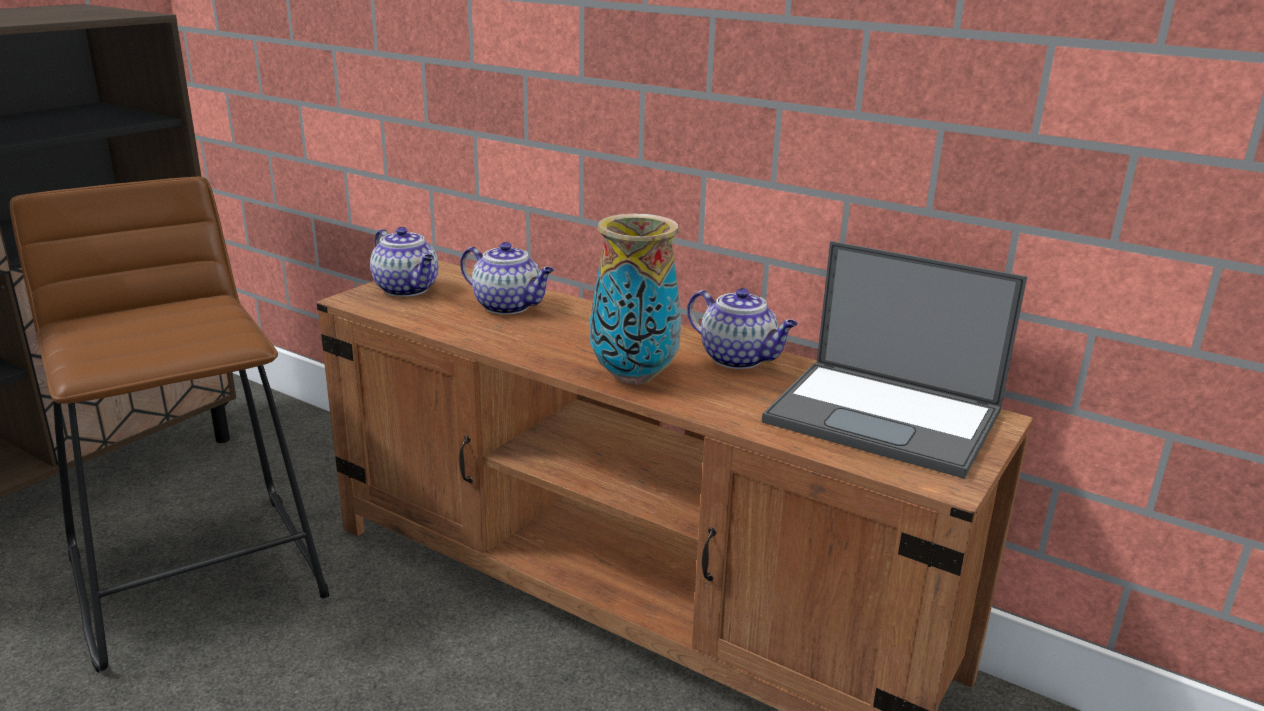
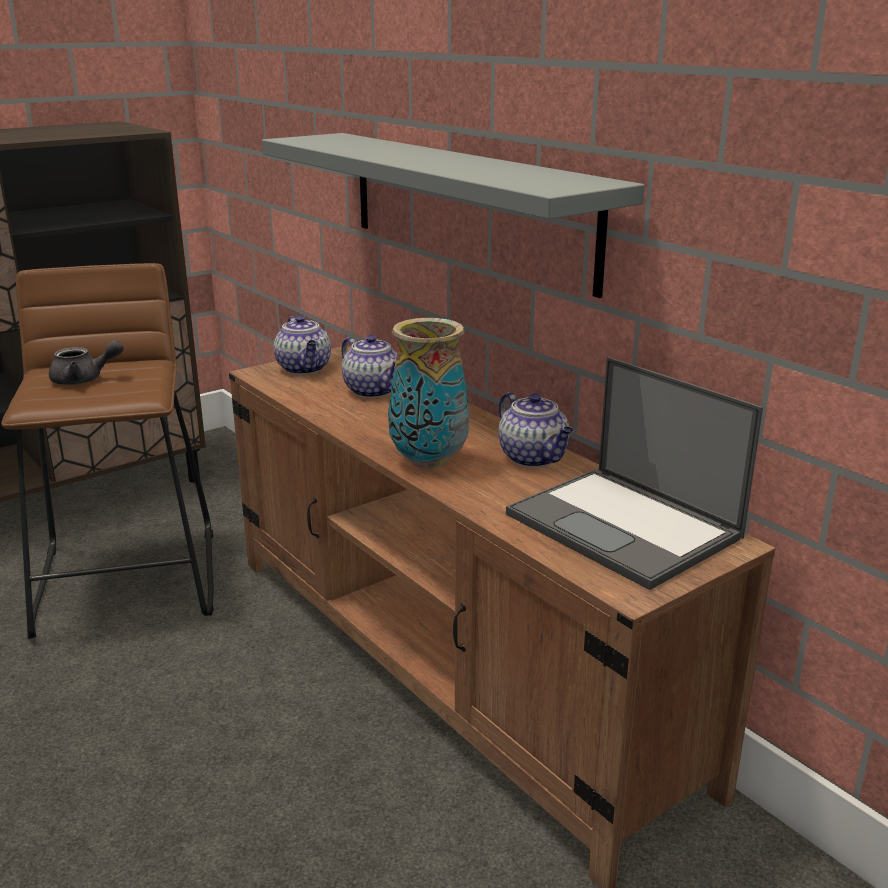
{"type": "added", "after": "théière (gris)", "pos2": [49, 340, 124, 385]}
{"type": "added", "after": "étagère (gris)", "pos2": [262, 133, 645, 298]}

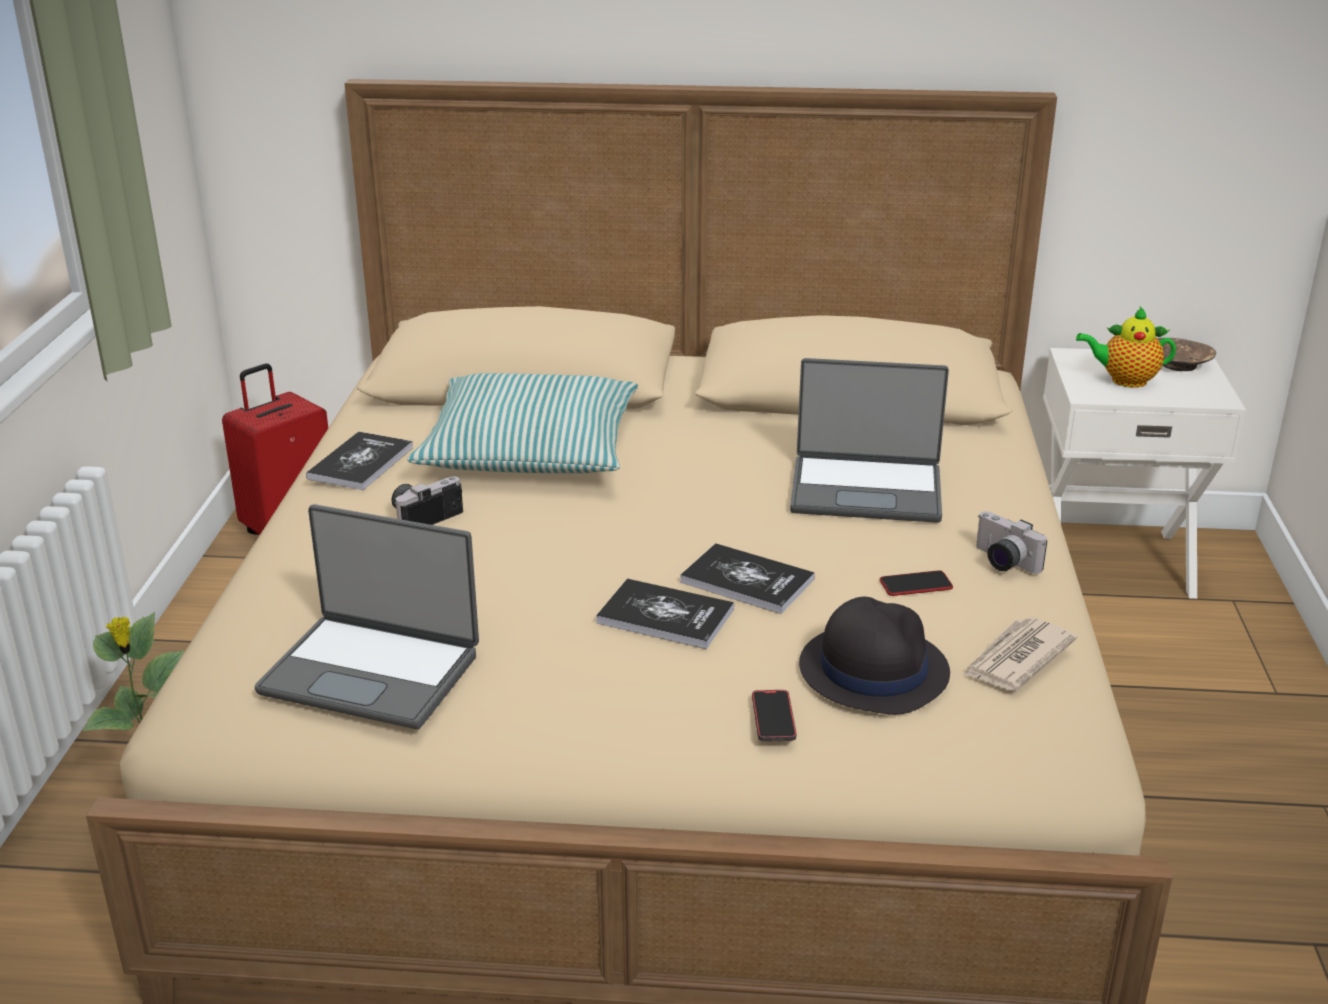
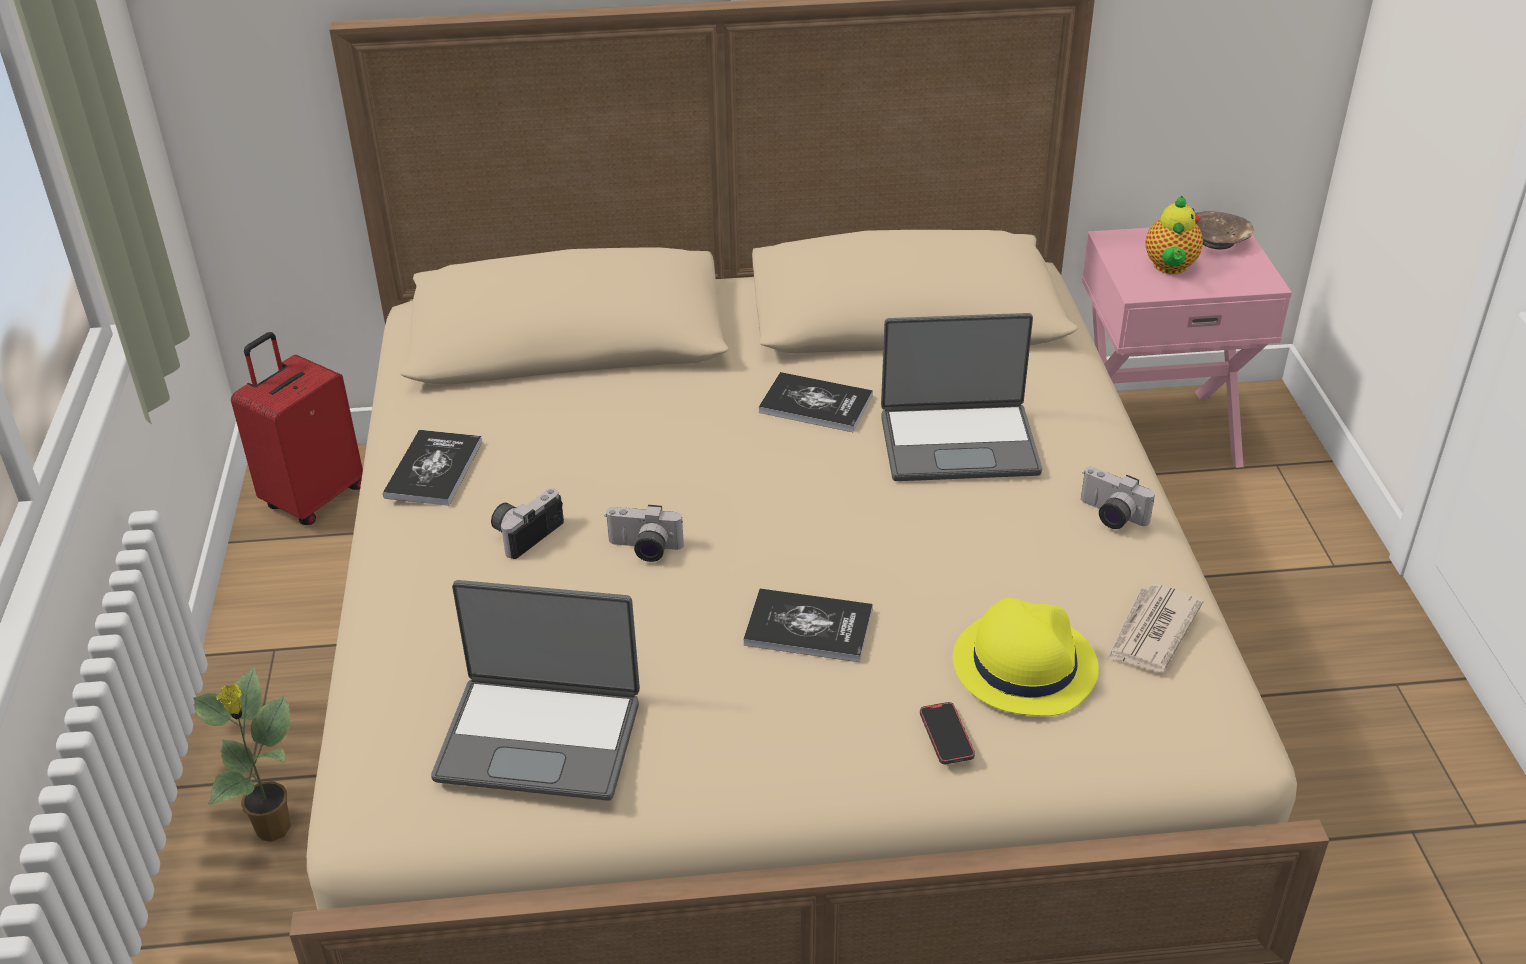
{"type": "added", "after": "appareil photo", "pos2": [605, 505, 684, 562]}
{"type": "moved", "before": "livre", "pos1": [680, 543, 815, 614], "pos2": [759, 372, 873, 432]}
{"type": "recoloured", "before": "chapeau (noir)", "after": "chapeau (jaune)", "pos1": [799, 597, 950, 715], "pos2": [953, 598, 1099, 716]}
{"type": "recoloured", "before": "table de chevet (blanc)", "after": "table de chevet (rose)", "pos1": [1043, 348, 1246, 599], "pos2": [1081, 228, 1292, 468]}
{"type": "turned", "before": "théière", "pos1": [1076, 307, 1176, 388], "pos2": [1145, 196, 1203, 274], "turn": -75}
{"type": "removed", "before": "coussin", "pos1": [407, 373, 638, 473]}
{"type": "removed", "before": "téléphone", "pos1": [880, 570, 953, 596]}

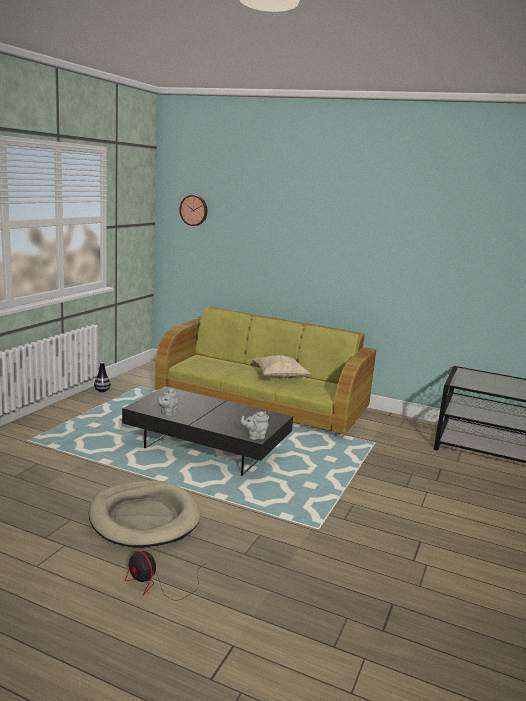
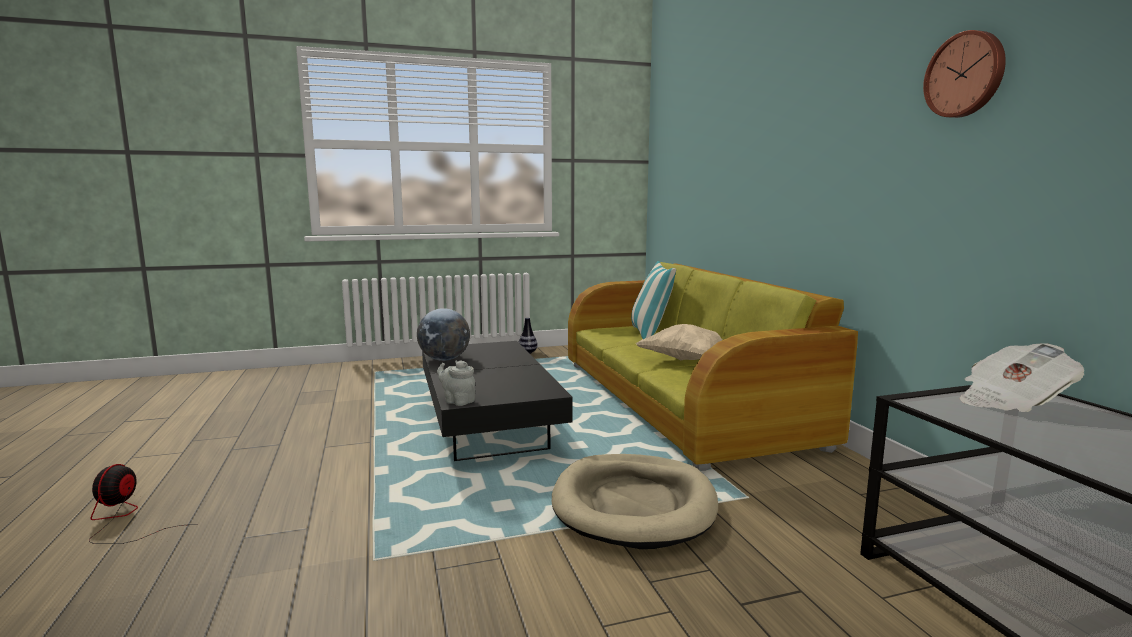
{"type": "replaced", "before": "théière (gris)", "after": "globe", "pos1": [158, 388, 178, 416], "pos2": [417, 308, 470, 361]}
{"type": "moved", "before": "panier pour chien (beige)", "pos1": [89, 481, 201, 548], "pos2": [552, 454, 718, 549]}
{"type": "added", "after": "coussin", "pos2": [631, 261, 676, 339]}
{"type": "moved", "before": "horloge murale", "pos1": [179, 195, 207, 226], "pos2": [923, 30, 1006, 118]}
{"type": "added", "after": "journal", "pos2": [960, 343, 1084, 412]}

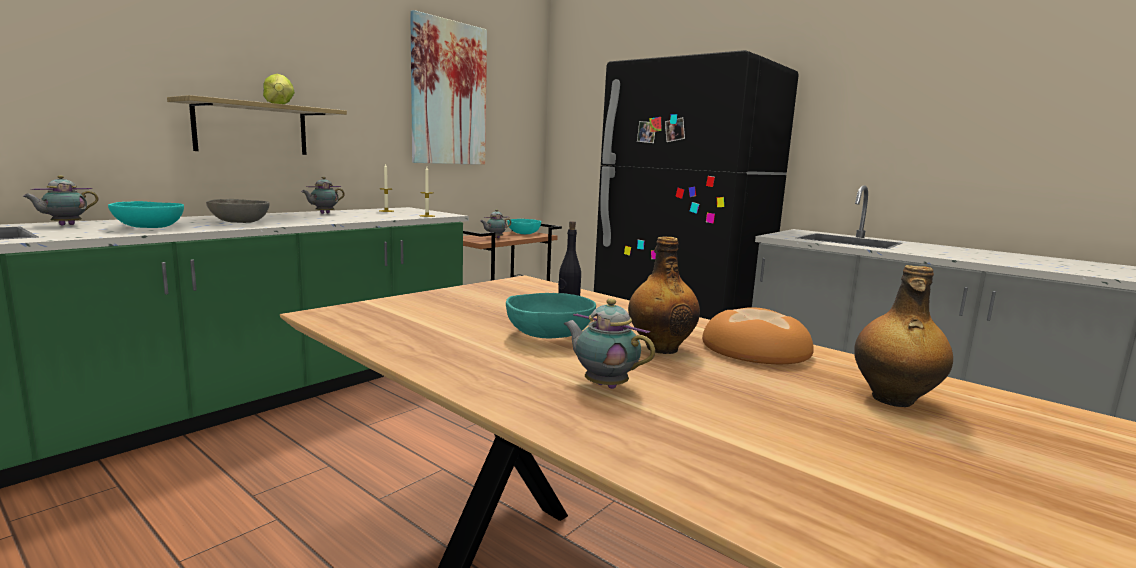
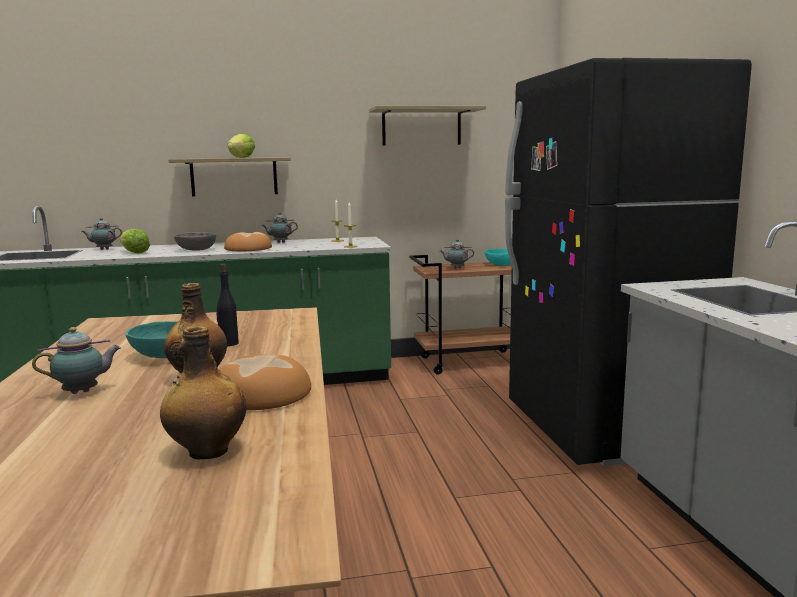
{"type": "turned", "before": "théière", "pos1": [563, 298, 655, 389], "pos2": [32, 327, 121, 394], "turn": 75}
{"type": "replaced", "before": "bol (turquoise)", "after": "laitue", "pos1": [108, 201, 184, 228], "pos2": [120, 229, 150, 254]}
{"type": "added", "after": "pain", "pos2": [224, 232, 272, 251]}
{"type": "replaced", "before": "tableau", "after": "étagère", "pos1": [410, 10, 487, 165], "pos2": [369, 106, 486, 146]}

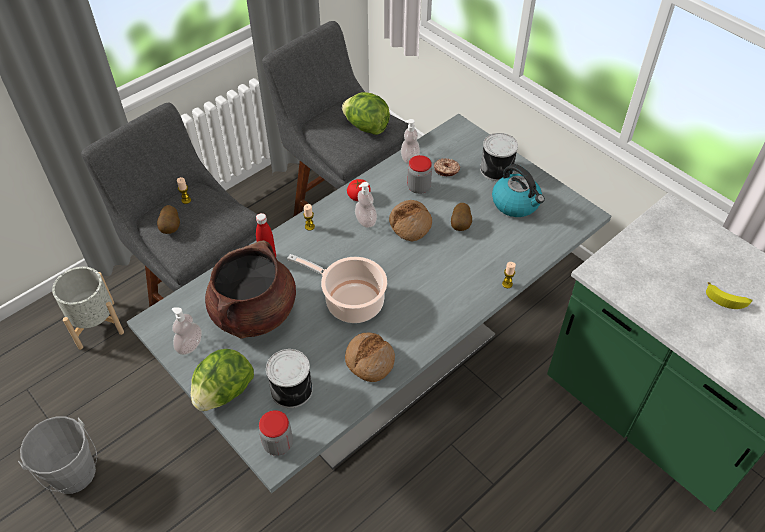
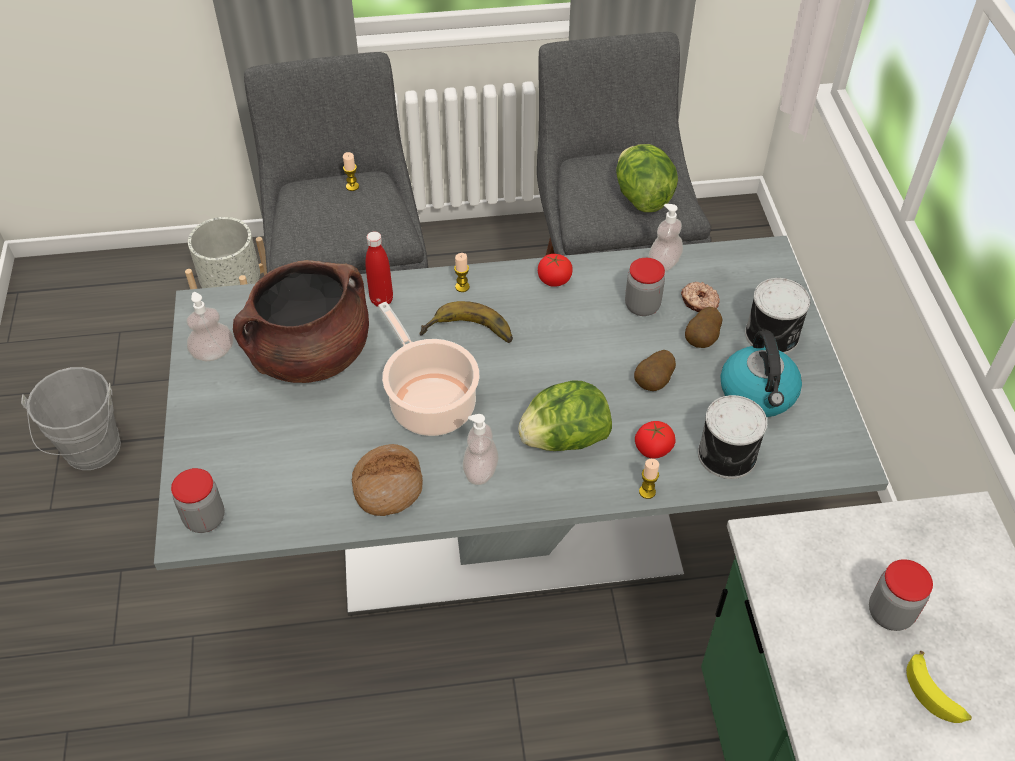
{"type": "added", "after": "banane", "pos2": [419, 301, 513, 343]}
{"type": "moved", "before": "distributeur de savon", "pos1": [355, 182, 377, 228], "pos2": [463, 414, 498, 485]}
{"type": "moved", "before": "laitue", "pos1": [191, 349, 254, 411], "pos2": [518, 380, 612, 451]}
{"type": "added", "after": "tomate", "pos2": [635, 421, 675, 459]}
{"type": "moved", "before": "pomme de terre", "pos1": [157, 205, 180, 234], "pos2": [685, 307, 722, 348]}
{"type": "moved", "before": "boîte métallique", "pos1": [266, 349, 313, 408], "pos2": [698, 395, 767, 479]}
{"type": "added", "after": "bocal", "pos2": [869, 559, 933, 631]}
{"type": "removed", "before": "pain", "pos1": [389, 200, 432, 241]}

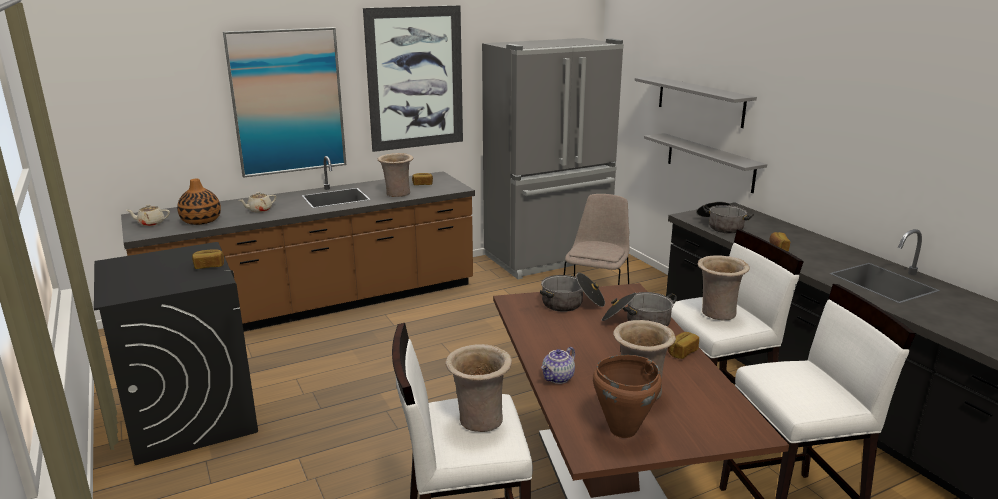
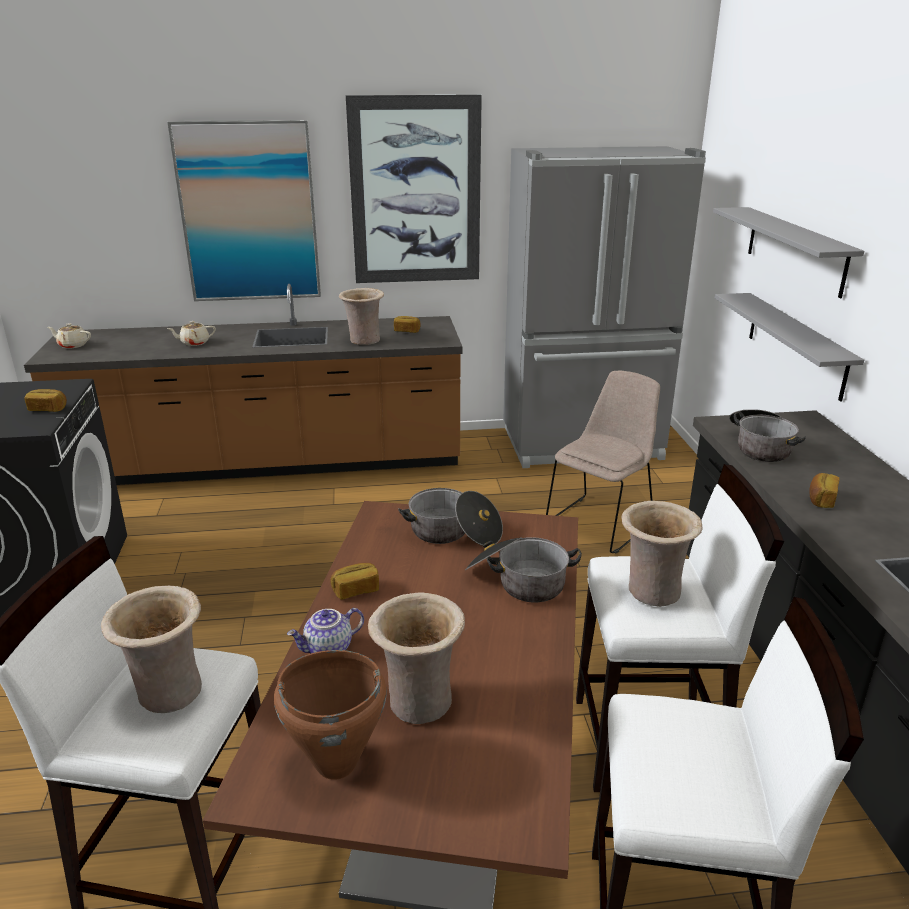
{"type": "moved", "before": "pain", "pos1": [668, 332, 699, 359], "pos2": [330, 563, 379, 600]}
{"type": "removed", "before": "vase", "pos1": [177, 179, 221, 225]}

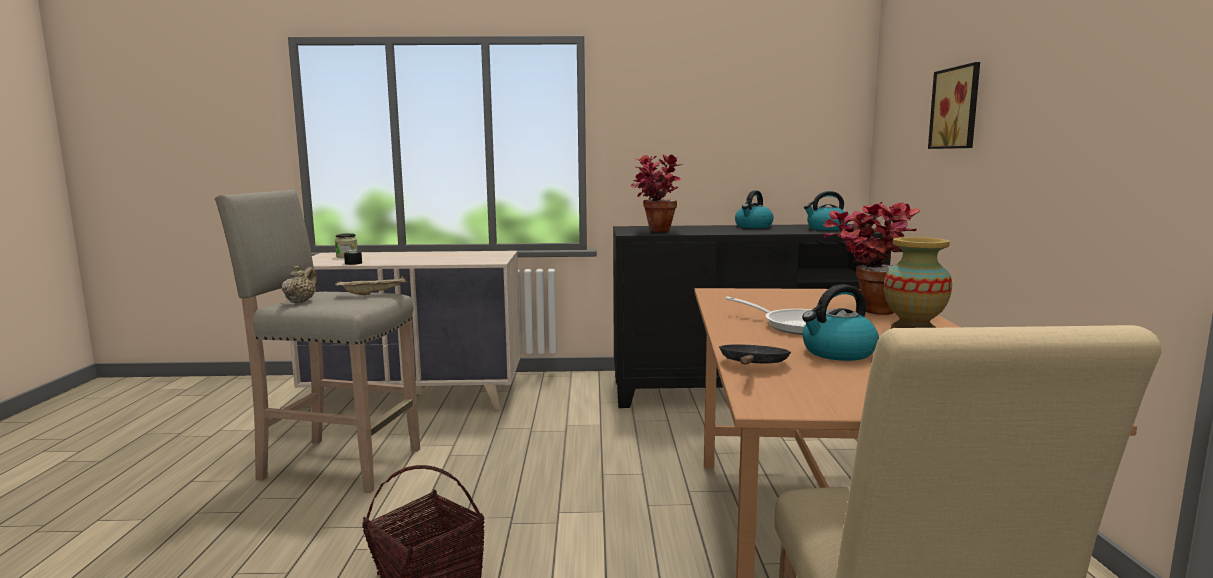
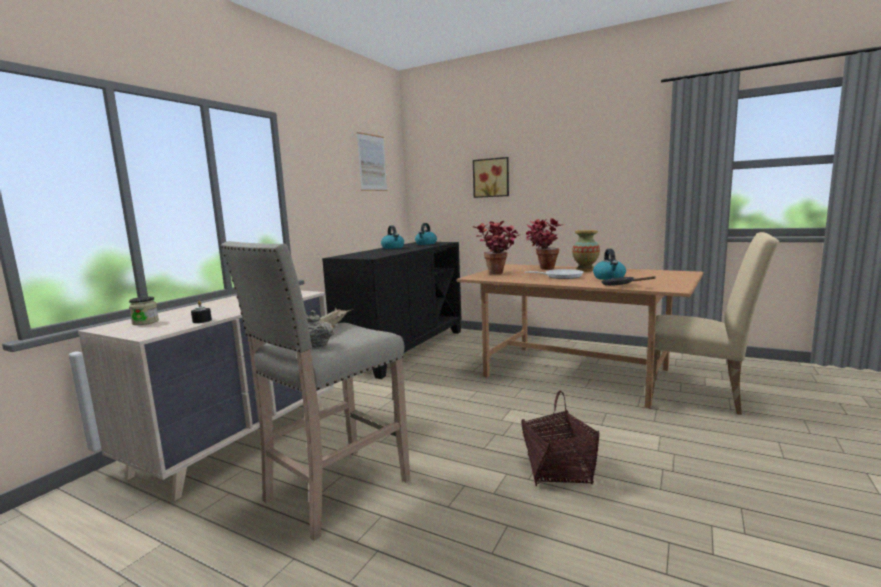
{"type": "added", "after": "tableau", "pos2": [357, 132, 387, 191]}
{"type": "moved", "before": "plante en pot", "pos1": [631, 154, 683, 232], "pos2": [473, 221, 519, 274]}

